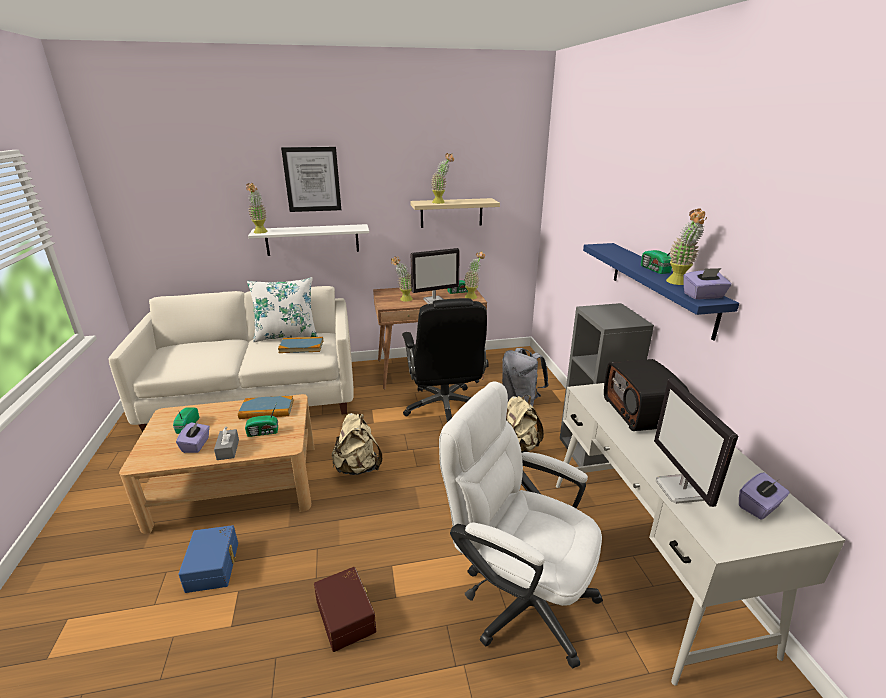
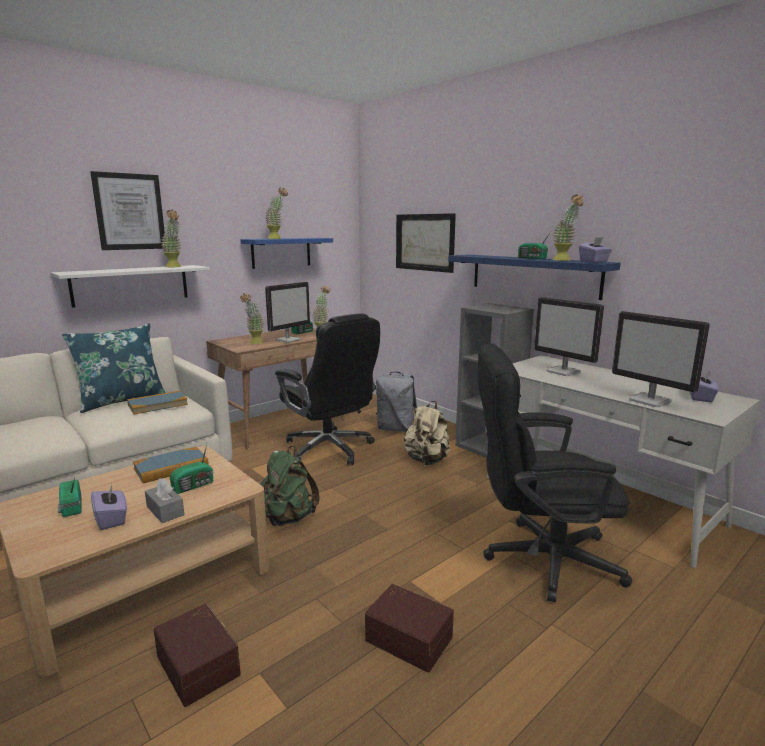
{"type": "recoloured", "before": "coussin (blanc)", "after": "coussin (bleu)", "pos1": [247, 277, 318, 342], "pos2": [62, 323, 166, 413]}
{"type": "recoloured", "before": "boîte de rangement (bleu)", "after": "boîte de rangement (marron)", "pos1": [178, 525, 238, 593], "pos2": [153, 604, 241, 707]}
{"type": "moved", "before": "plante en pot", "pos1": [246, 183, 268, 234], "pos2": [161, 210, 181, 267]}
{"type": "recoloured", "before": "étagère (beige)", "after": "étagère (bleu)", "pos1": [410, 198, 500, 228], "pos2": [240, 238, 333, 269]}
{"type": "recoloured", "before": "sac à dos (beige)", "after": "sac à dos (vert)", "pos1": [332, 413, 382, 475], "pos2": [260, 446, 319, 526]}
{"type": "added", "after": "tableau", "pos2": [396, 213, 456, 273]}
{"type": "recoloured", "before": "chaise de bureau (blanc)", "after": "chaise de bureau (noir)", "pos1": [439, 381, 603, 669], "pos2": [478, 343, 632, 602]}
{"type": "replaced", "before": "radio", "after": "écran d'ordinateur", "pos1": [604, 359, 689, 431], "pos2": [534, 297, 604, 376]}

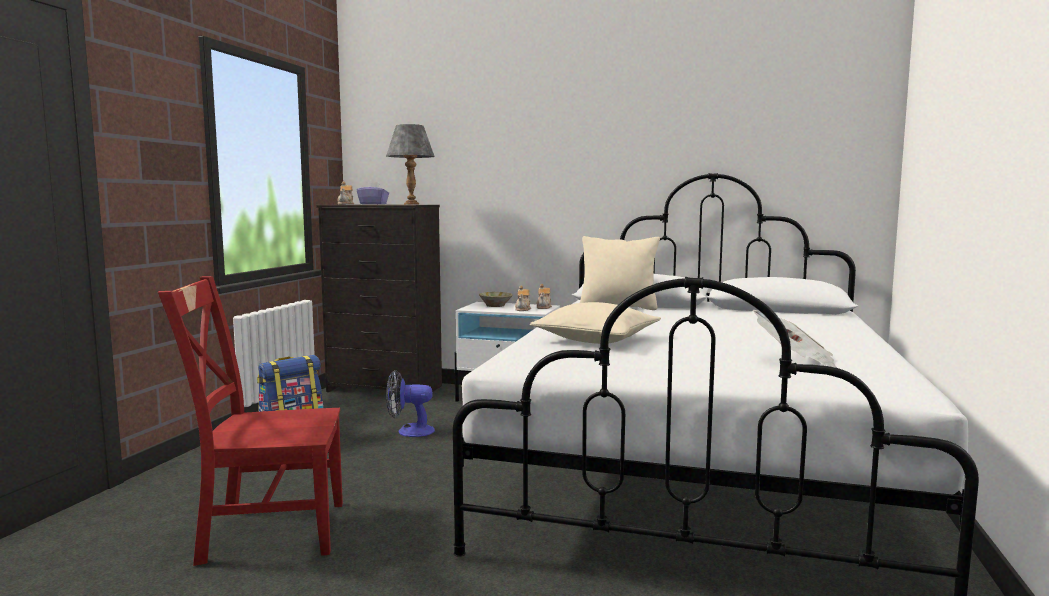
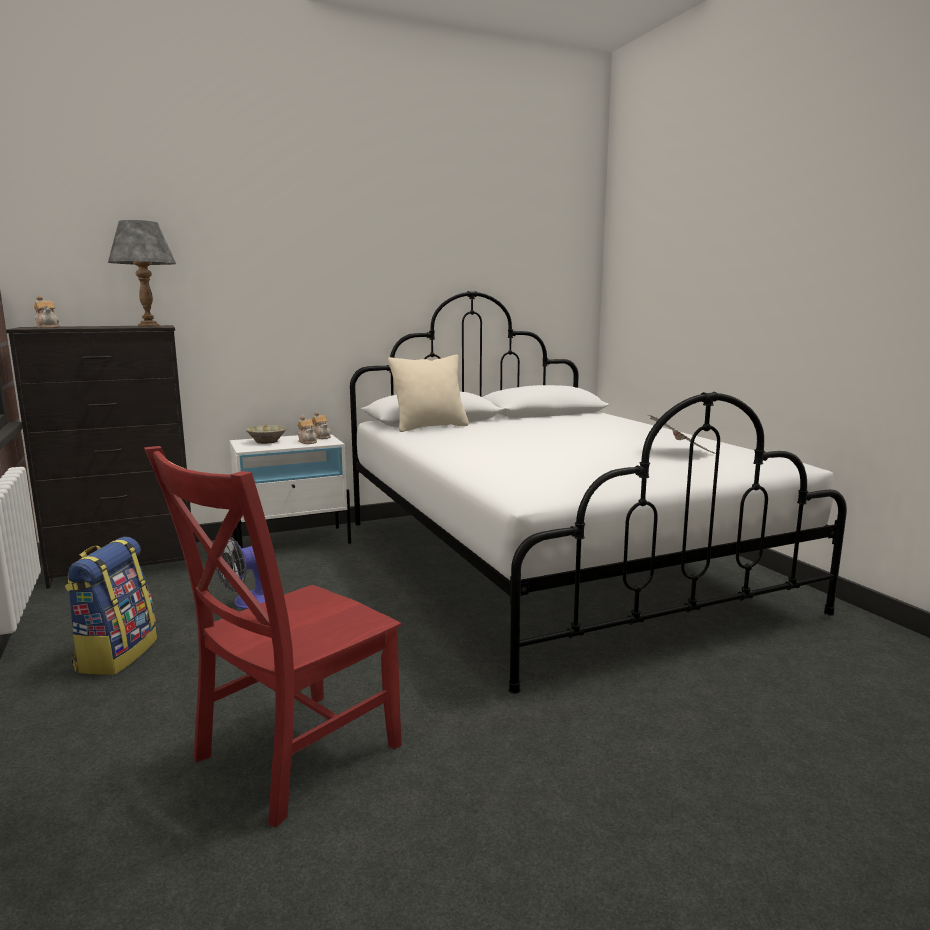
{"type": "removed", "before": "boîte à mouchoirs (violet)", "pos1": [356, 182, 389, 204]}
{"type": "removed", "before": "coussin (beige)", "pos1": [530, 302, 661, 344]}

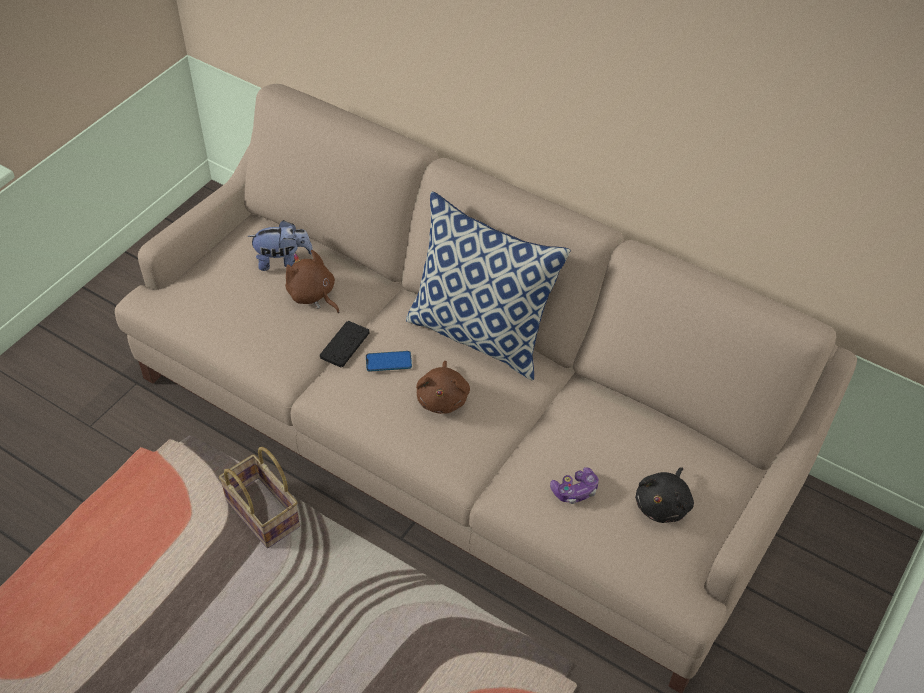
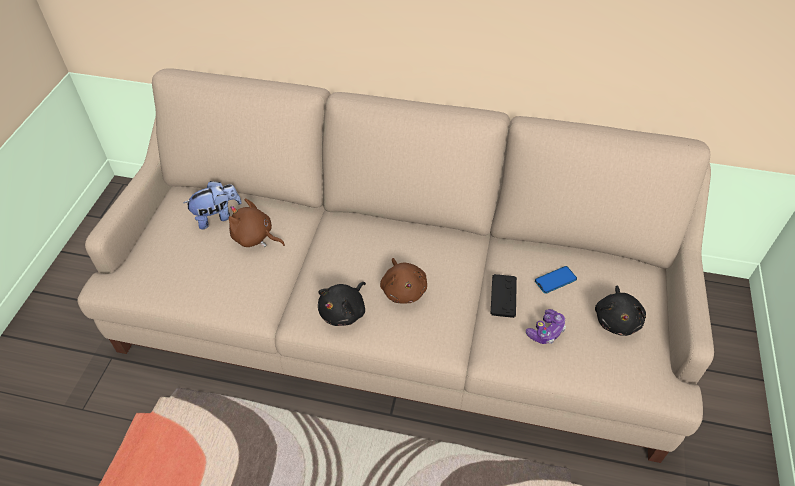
{"type": "added", "after": "peluche (noir)", "pos2": [318, 282, 366, 326]}
{"type": "moved", "before": "manette (noir)", "pos1": [320, 321, 370, 368], "pos2": [491, 274, 517, 318]}
{"type": "moved", "before": "téléphone", "pos1": [366, 351, 412, 372], "pos2": [535, 266, 577, 293]}
{"type": "removed", "before": "panier", "pos1": [219, 447, 300, 548]}
{"type": "removed", "before": "coussin", "pos1": [406, 191, 571, 381]}

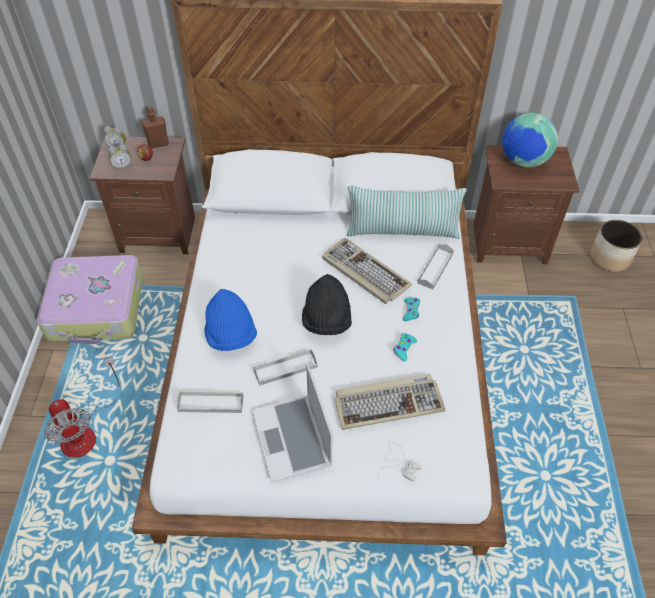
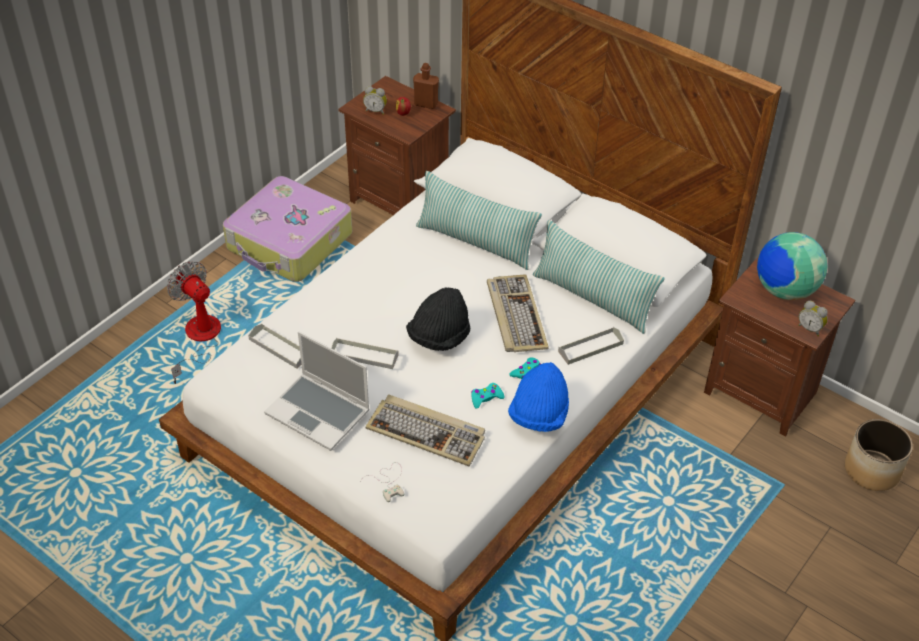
{"type": "turned", "before": "ventilateur", "pos1": [44, 357, 119, 458], "pos2": [167, 261, 221, 384], "turn": 135}
{"type": "turned", "before": "ordinateur portable", "pos1": [252, 363, 332, 483], "pos2": [264, 332, 370, 451], "turn": -75}
{"type": "added", "after": "coussin", "pos2": [416, 171, 542, 270]}
{"type": "moved", "before": "chapeau (bleu)", "pos1": [204, 289, 257, 351], "pos2": [508, 362, 569, 432]}
{"type": "moved", "before": "réveil", "pos1": [104, 126, 126, 147], "pos2": [798, 301, 828, 336]}

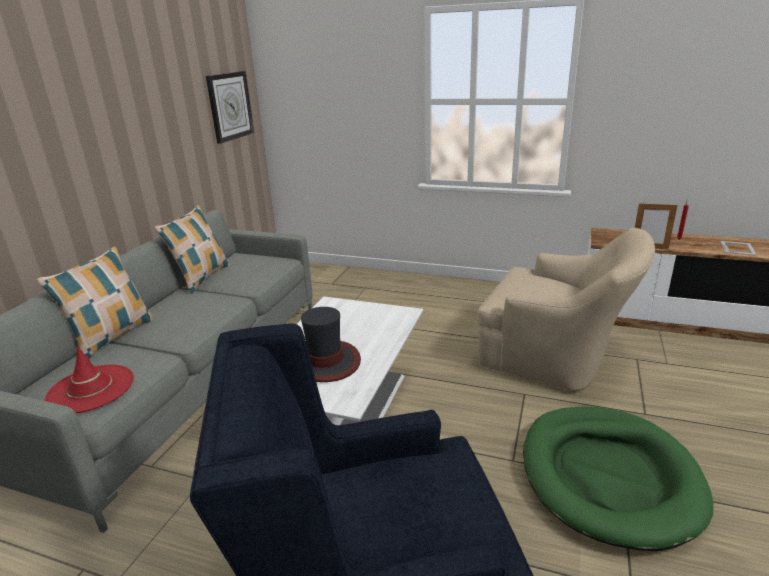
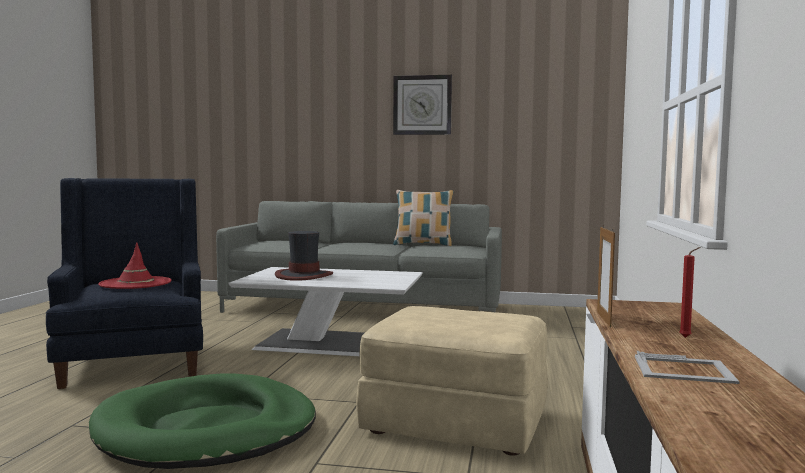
{"type": "moved", "before": "chapeau (rouge)", "pos1": [45, 346, 134, 413], "pos2": [98, 243, 172, 289]}
{"type": "replaced", "before": "fauteuil (beige)", "after": "pouf (beige)", "pos1": [477, 228, 655, 390], "pos2": [356, 306, 548, 456]}
{"type": "moved", "before": "horloge murale", "pos1": [206, 71, 254, 144], "pos2": [393, 75, 452, 135]}
{"type": "removed", "before": "coussin", "pos1": [37, 247, 154, 358]}

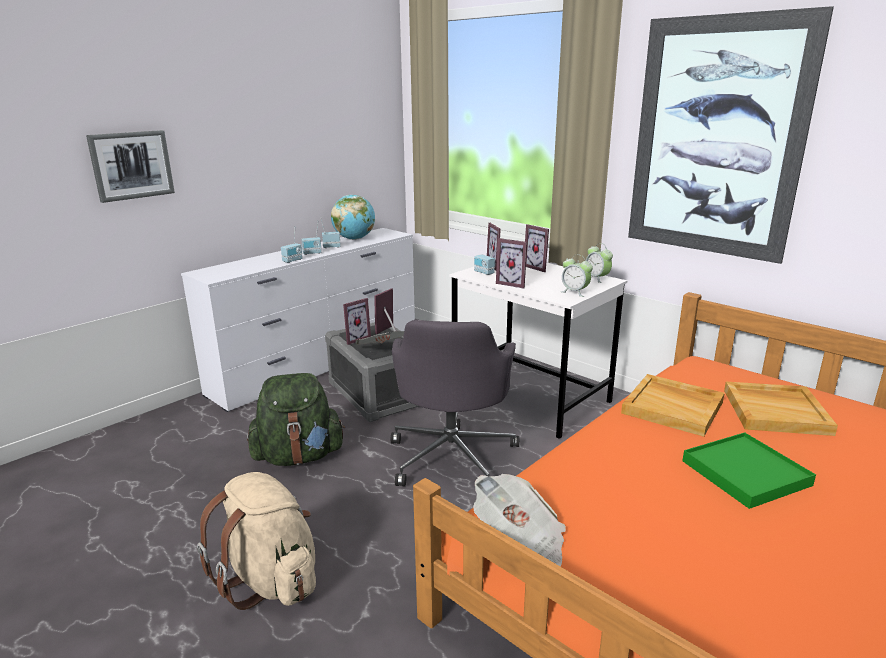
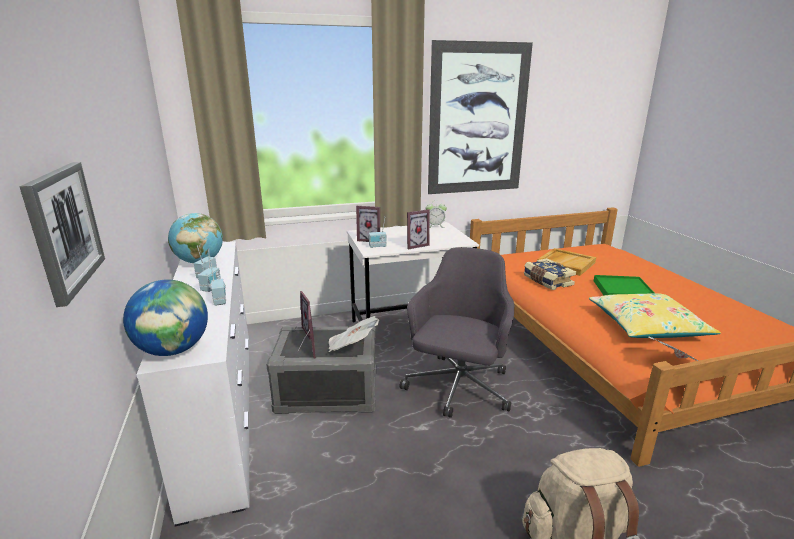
{"type": "added", "after": "globe", "pos2": [123, 279, 208, 356]}
{"type": "turned", "before": "chaise de bureau (gris)", "pos1": [391, 320, 519, 486], "pos2": [400, 247, 514, 418], "turn": -105}
{"type": "replaced", "before": "plateau (beige)", "after": "livre", "pos1": [621, 374, 725, 437], "pos2": [524, 258, 576, 290]}
{"type": "added", "after": "coussin (jaune)", "pos2": [589, 293, 721, 338]}
{"type": "removed", "before": "sac à dos (vert)", "pos1": [247, 373, 345, 466]}
{"type": "removed", "before": "cadre photo", "pos1": [525, 224, 549, 272]}
{"type": "removed", "before": "réveil", "pos1": [561, 255, 593, 297]}

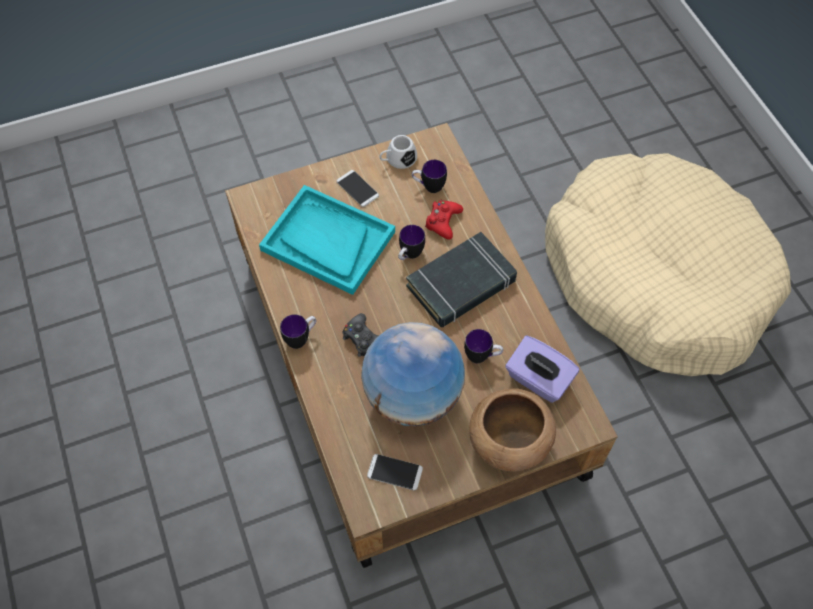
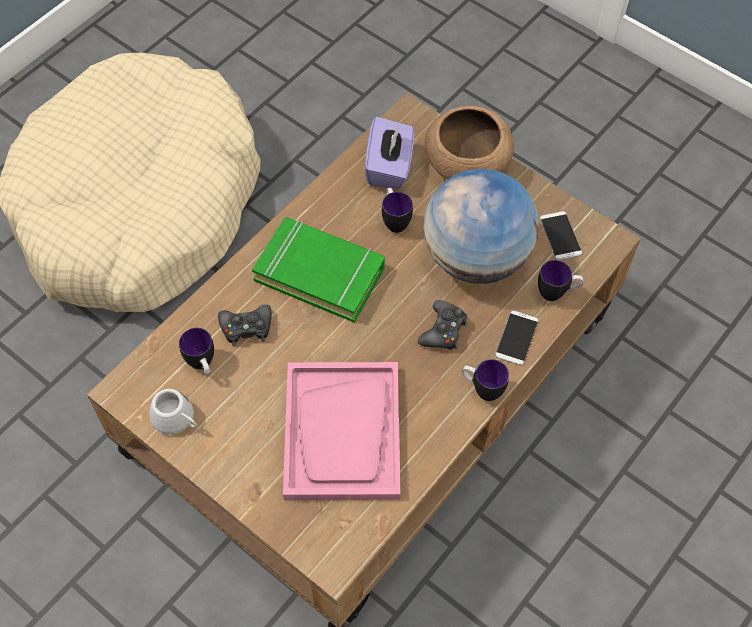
{"type": "recoloured", "before": "manette (rouge)", "after": "manette (noir)", "pos1": [425, 200, 463, 240], "pos2": [218, 304, 272, 346]}
{"type": "recoloured", "before": "livre (noir)", "after": "livre (vert)", "pos1": [406, 232, 517, 327], "pos2": [252, 217, 385, 323]}
{"type": "recoloured", "before": "plateau (turquoise)", "after": "plateau (rose)", "pos1": [259, 185, 395, 295], "pos2": [283, 362, 401, 500]}
{"type": "moved", "before": "téléphone", "pos1": [337, 170, 379, 207], "pos2": [495, 310, 538, 365]}
{"type": "moved", "before": "mug", "pos1": [398, 225, 425, 260], "pos2": [538, 260, 584, 301]}

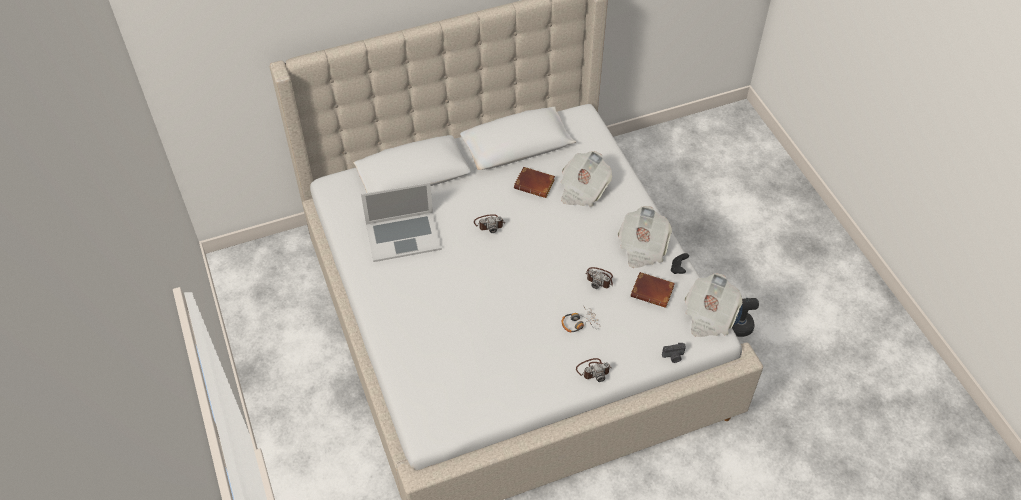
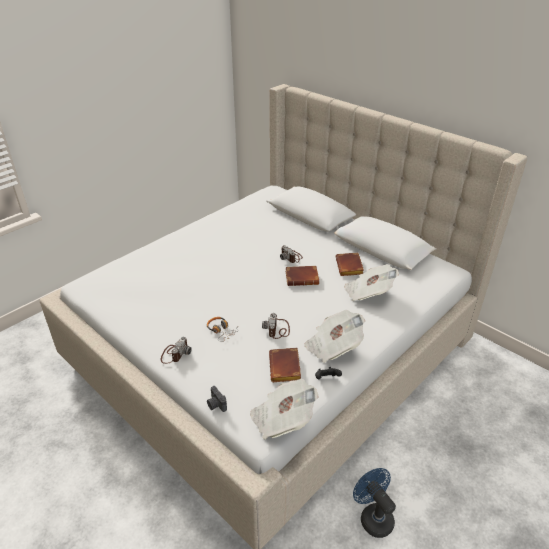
{"type": "turned", "before": "appareil photo", "pos1": [576, 358, 611, 382], "pos2": [161, 337, 192, 364], "turn": -120}
{"type": "added", "after": "livre (marron)", "pos2": [286, 266, 319, 286]}
{"type": "removed", "before": "ordinateur portable", "pos1": [361, 182, 442, 262]}

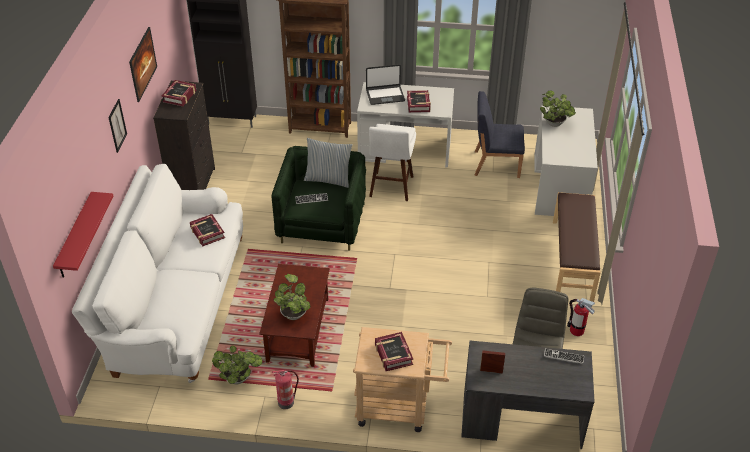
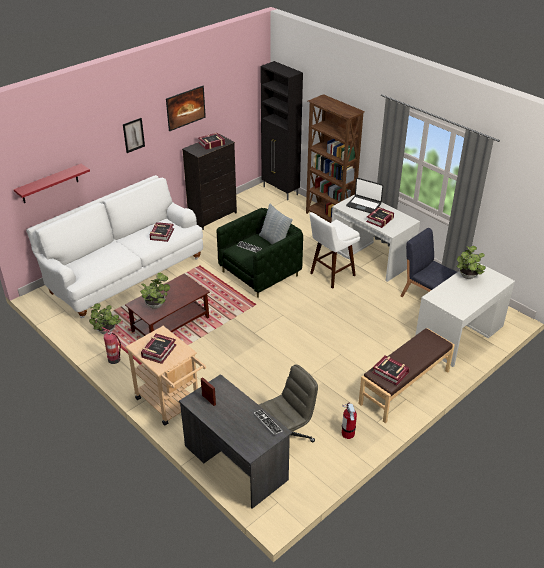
{"type": "added", "after": "livre", "pos2": [372, 356, 409, 386]}

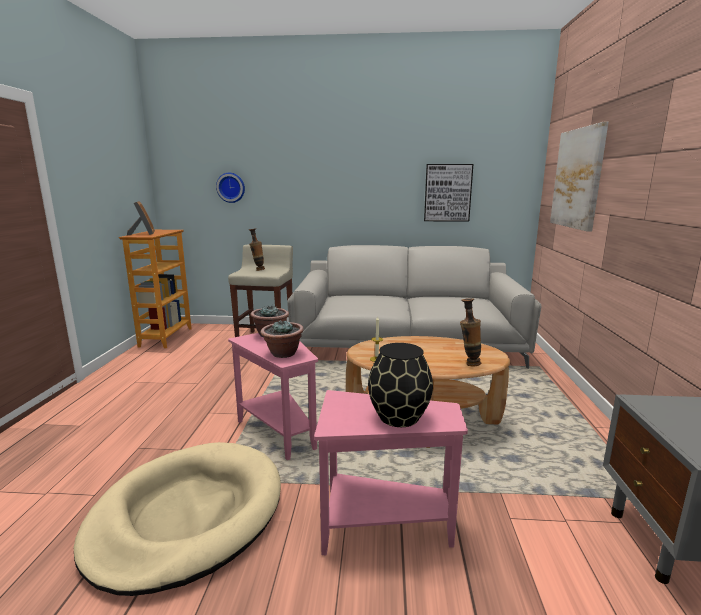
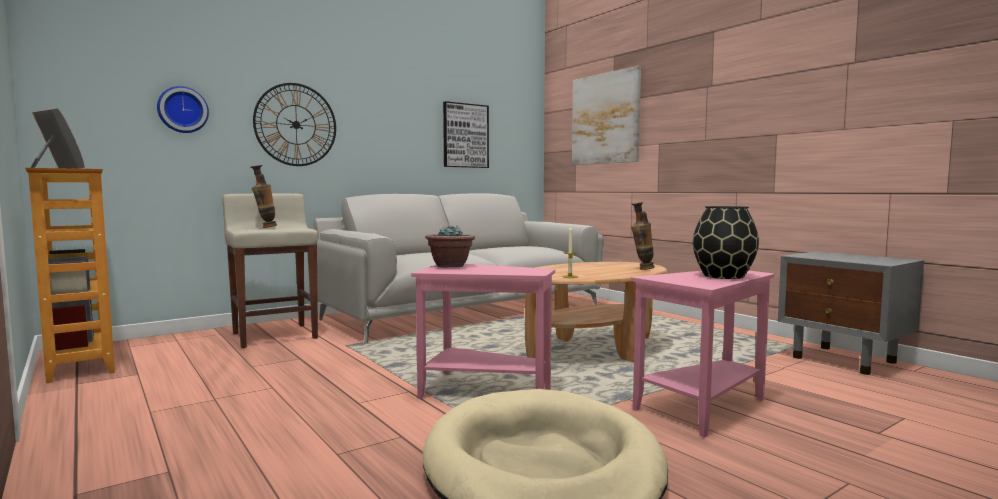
{"type": "added", "after": "horloge murale", "pos2": [253, 83, 336, 166]}
{"type": "removed", "before": "plante en pot", "pos1": [261, 321, 304, 358]}

